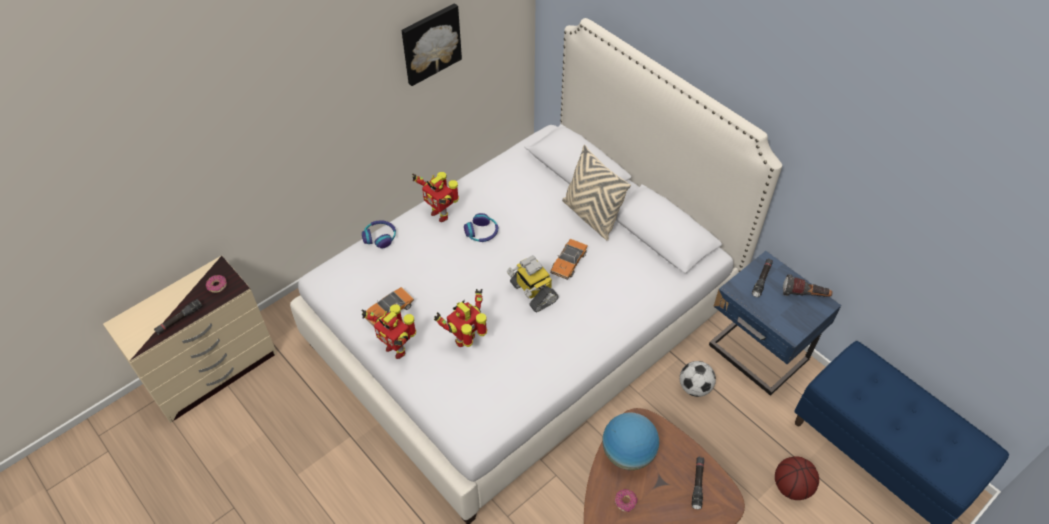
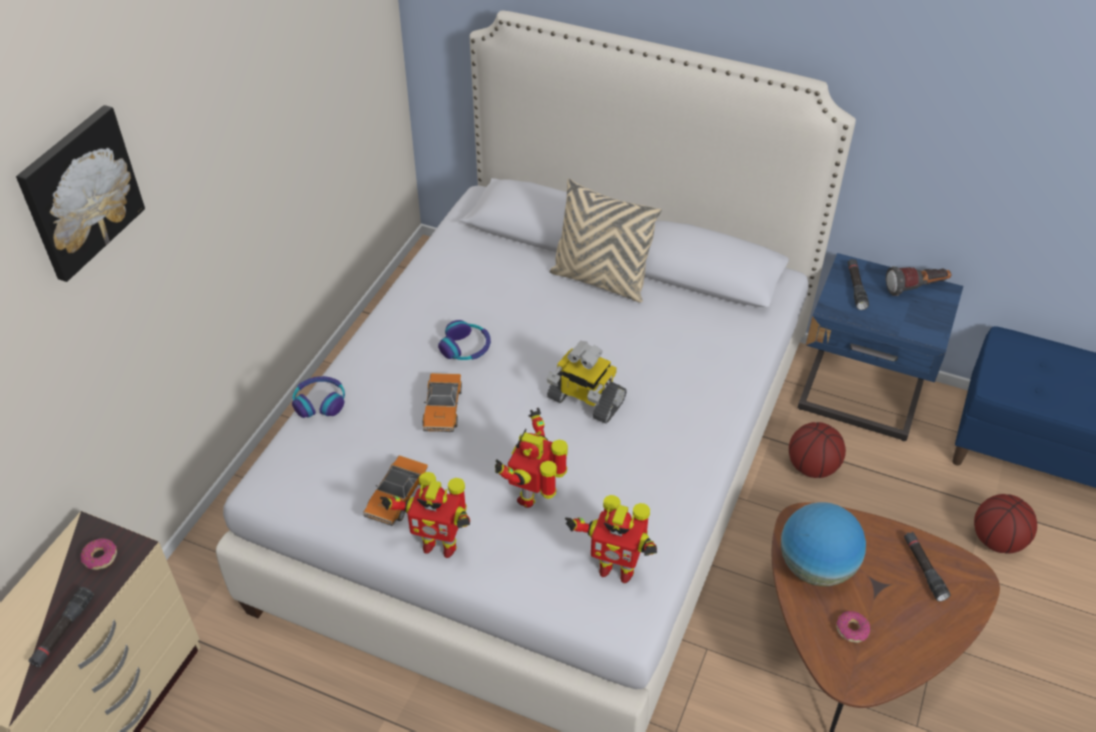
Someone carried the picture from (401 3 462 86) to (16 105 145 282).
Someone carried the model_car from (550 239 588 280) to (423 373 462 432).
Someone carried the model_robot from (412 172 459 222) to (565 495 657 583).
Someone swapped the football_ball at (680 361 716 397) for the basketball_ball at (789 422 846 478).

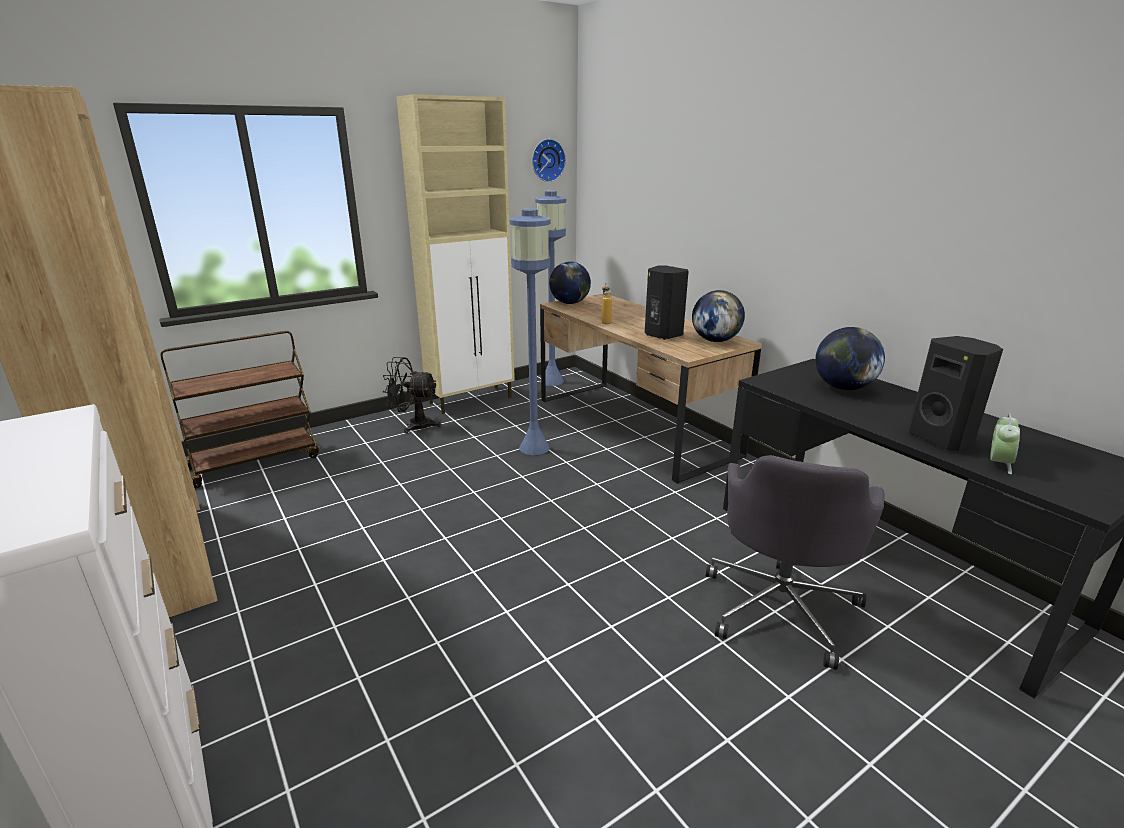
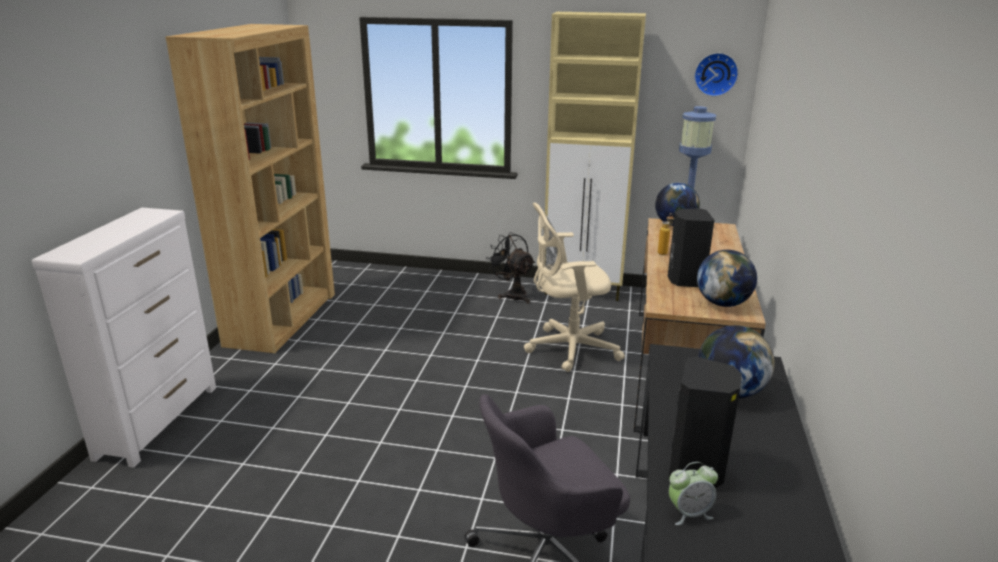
Someone swapped the bluish_floor_lamp at (510 209 550 455) for the sand-coloured_computer_chair at (524 203 625 372).
Someone took away the brown-coloured_cart at (161 331 319 488).

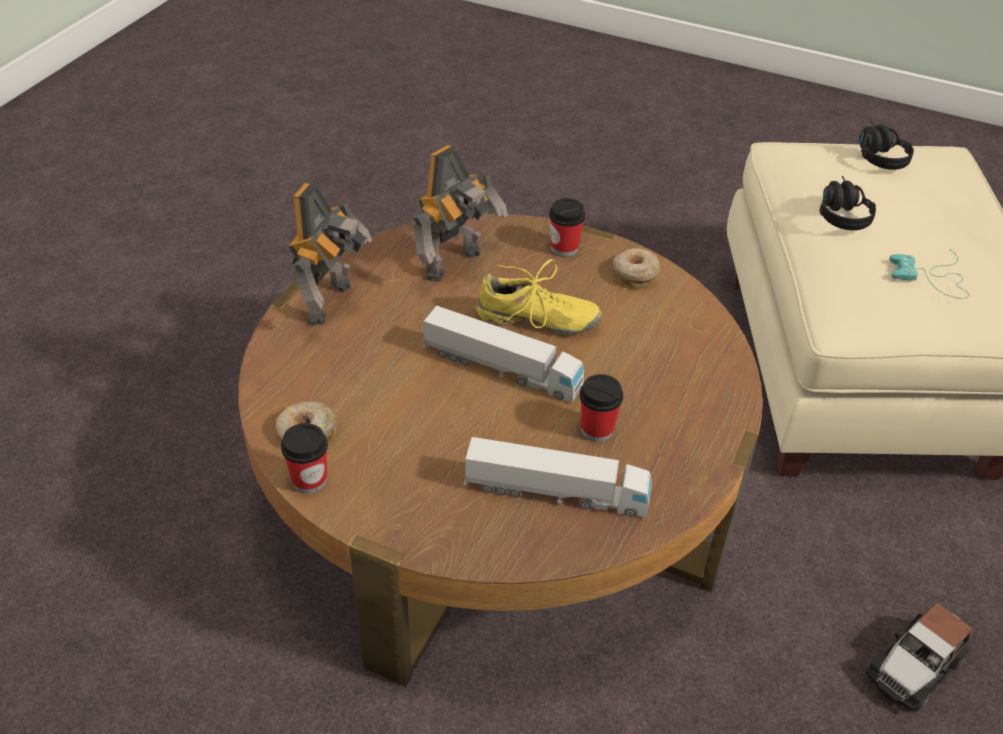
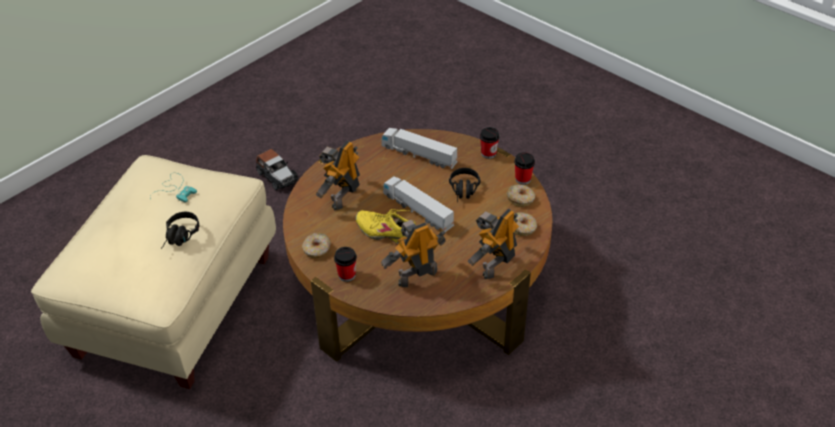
Someone rotated the model_car at (866 603 972 711) by 75 degrees clockwise.
Someone put down the model_robot at (316 141 360 210).
Someone carried the black_headset from (859 121 914 170) to (449 168 480 203).
Someone carried the drinking_cup from (580 374 623 442) to (480 127 500 159).
Someone put down the donut at (514 212 537 236).

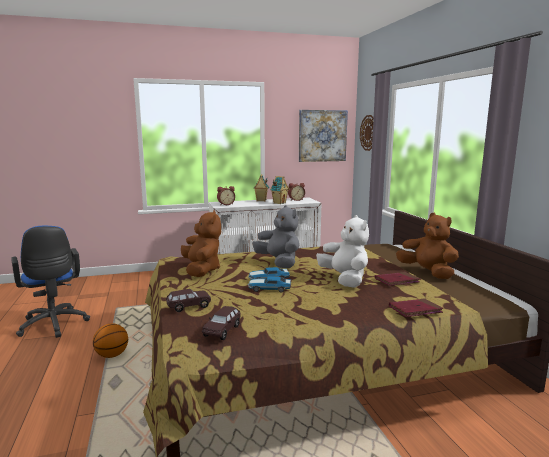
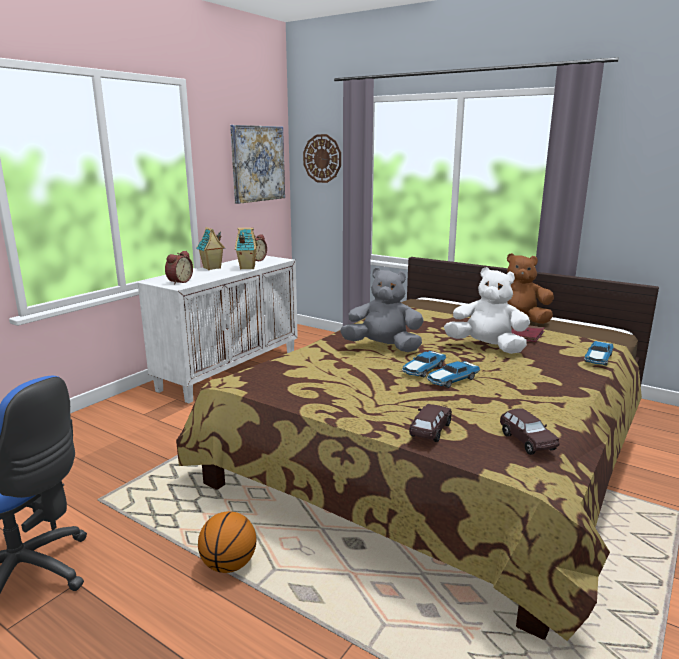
Someone swapped the red_book at (389 298 443 317) for the model_car at (584 341 614 366).
Someone took away the brown-coloured_cuddly_toy at (181 210 221 277).

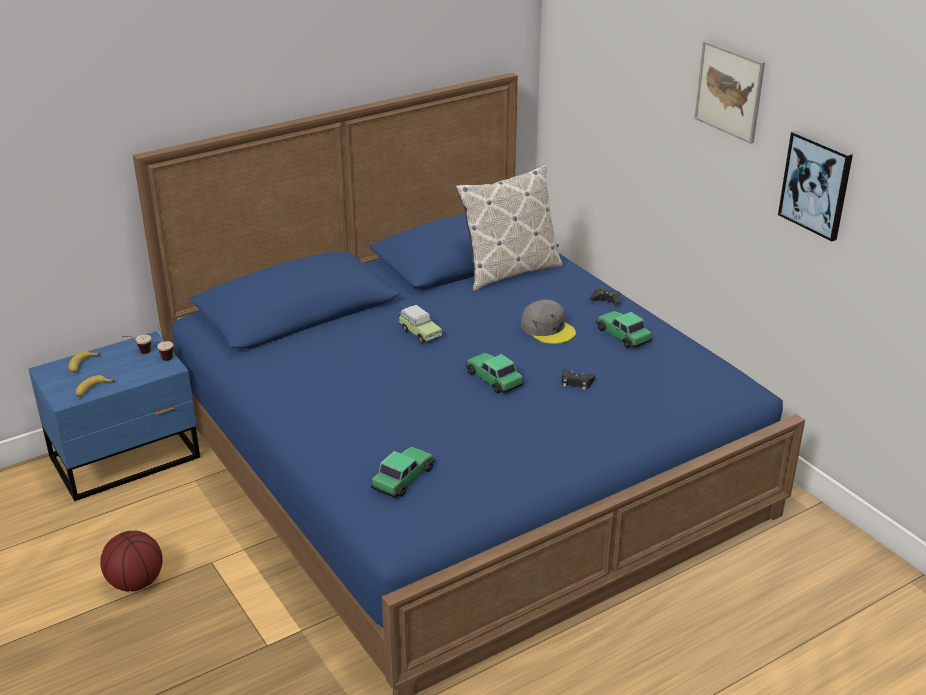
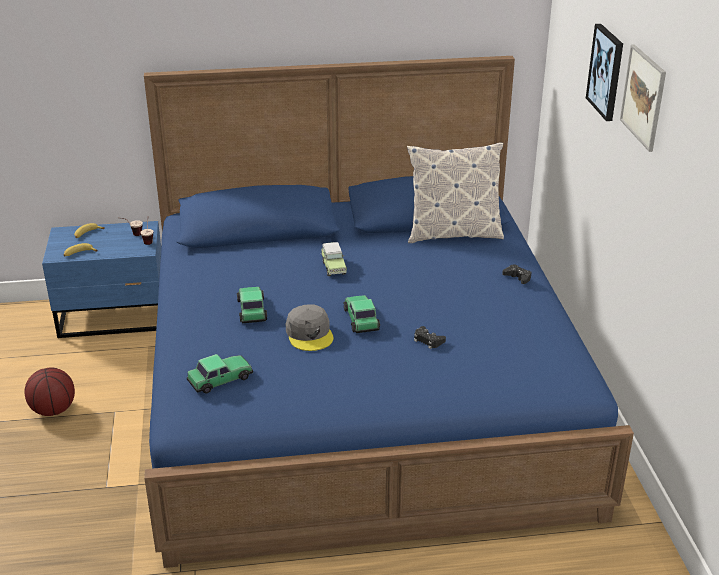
Someone carried the model_car from (596 311 652 348) to (237 287 267 323).
Someone carried the grey_baseball_cap from (521 299 576 344) to (286 304 334 351).
Someone carried the picture from (778 131 853 242) to (586 24 623 121).

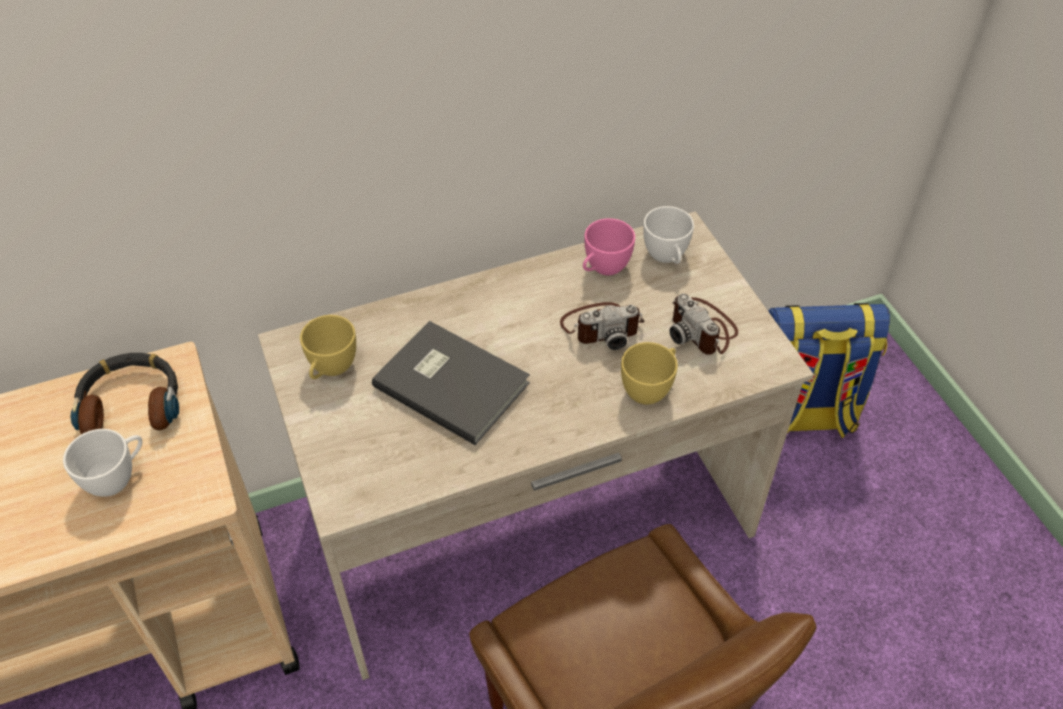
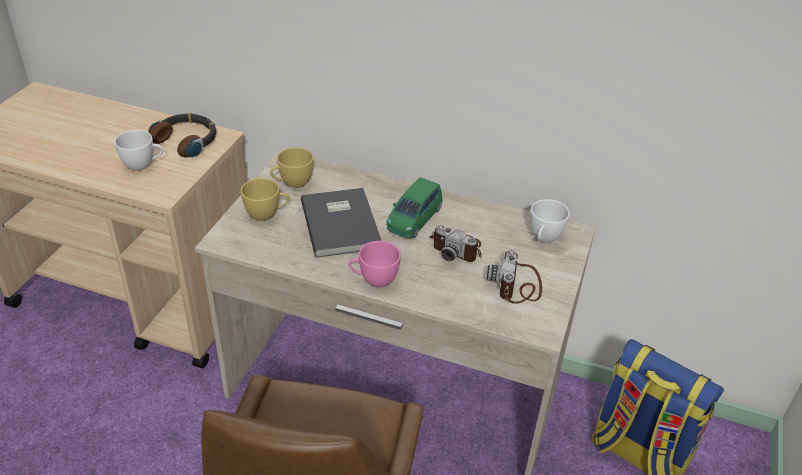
Someone carried the yellow-coloured_drinking_cup from (621 342 678 405) to (241 178 290 221).
Someone carried the pinkish_drinking_cup from (583 218 635 275) to (348 241 401 288).
Someone put down the greenish_model_car at (387 177 443 238).

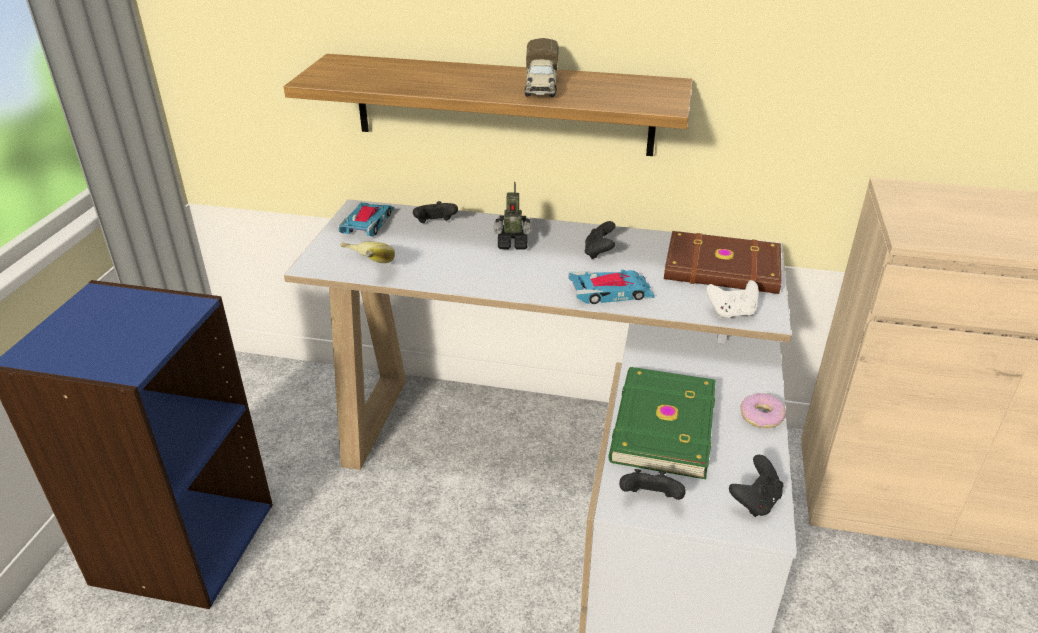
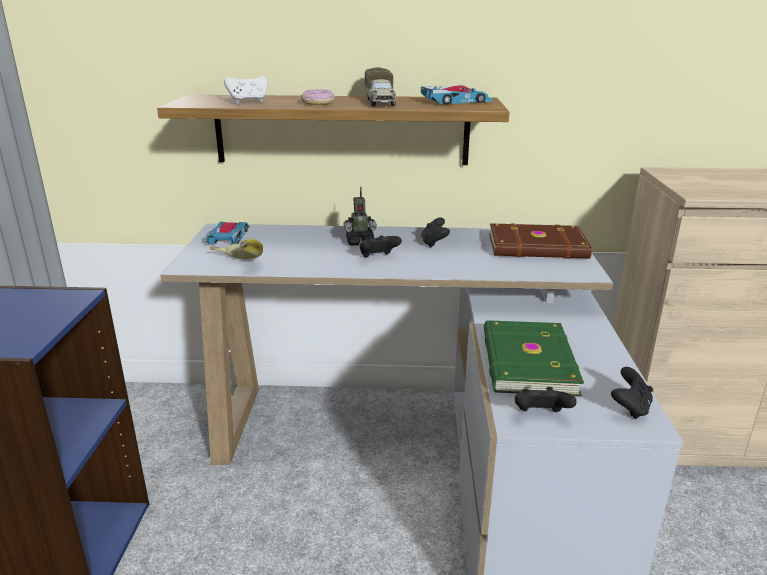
Someone carried the whitish_game_controller from (706 280 759 319) to (224 76 267 104).
Someone carried the donut from (740 393 786 428) to (301 89 335 105).
Someone carried the black_game_controller from (413 201 458 223) to (360 235 402 258).
Someone carried the model_car from (568 269 655 304) to (421 85 493 104).

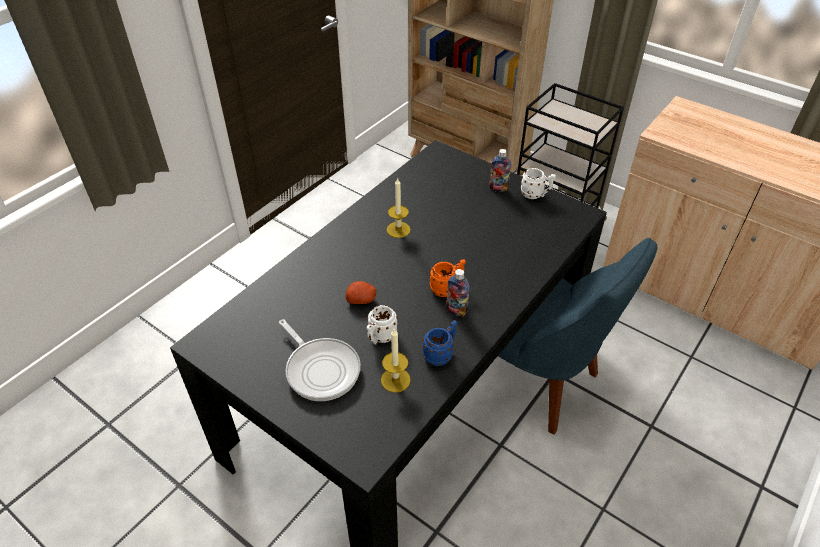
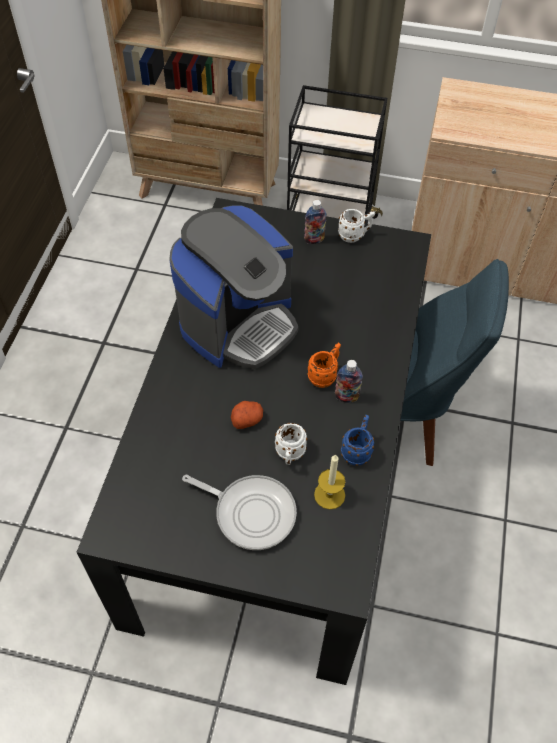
Someone swapped the wax_candle at (387 178 411 238) for the coffee_maker at (169 205 298 369).

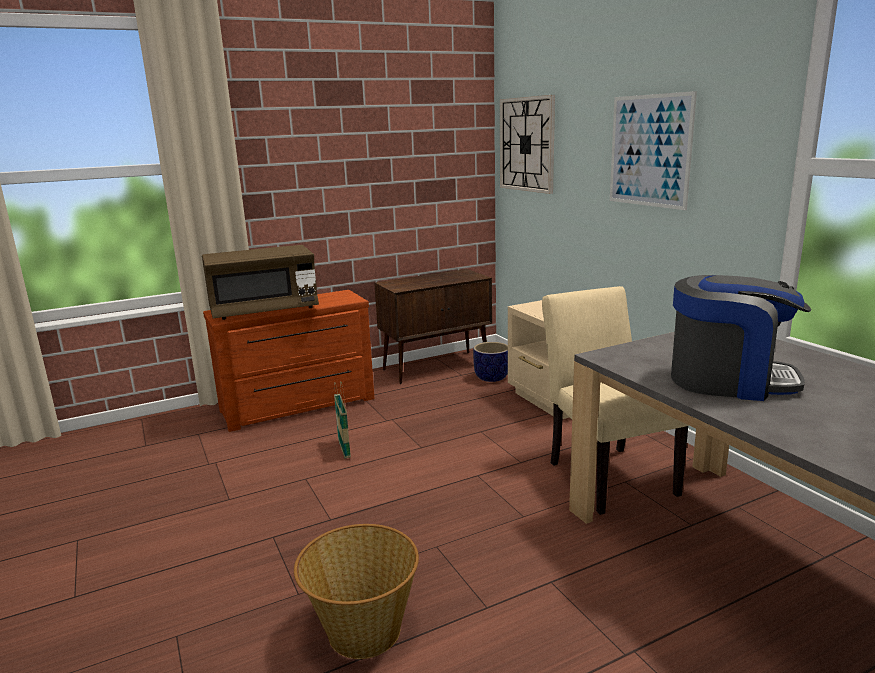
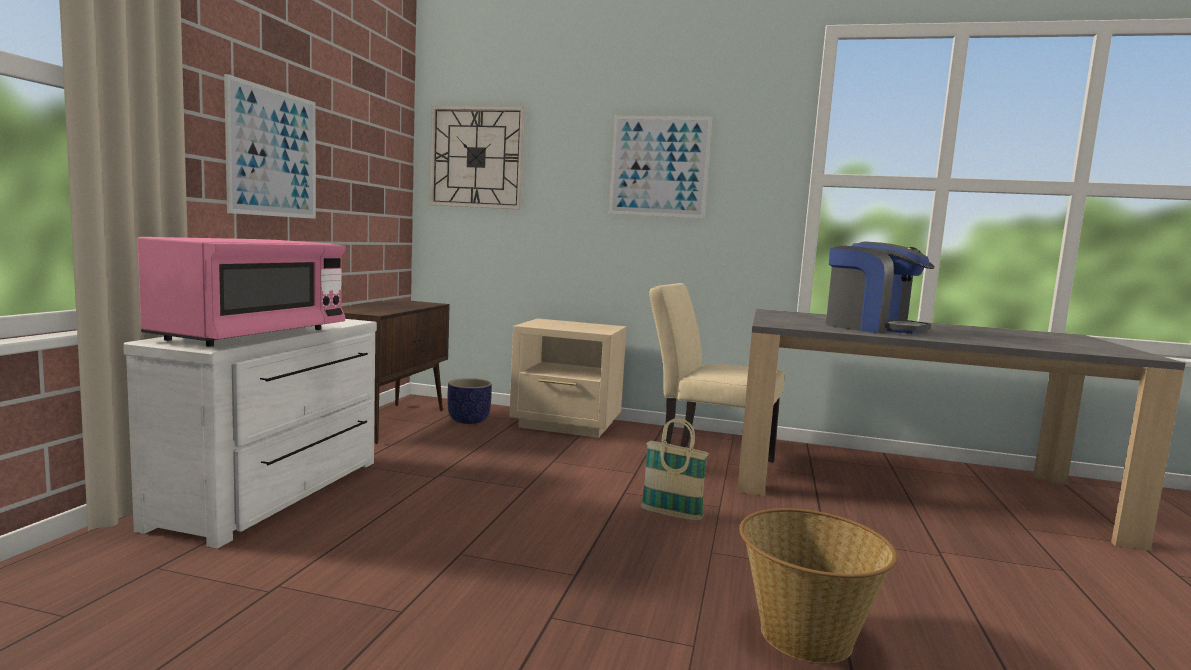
Someone repainted the brown-coloured_dresser at (203 290 375 432), which became the whitish_dresser at (123 319 377 548).
Someone repainted the brown-coloured_kitchen_microwave at (202 245 319 320), which became the pinkish_kitchen_microwave at (137 237 345 347).
Someone put up the picture at (224 74 316 219).
Someone carried the household_basket from (334 382 351 458) to (641 418 709 521).
Someone rotated the coffee_maker at (671 275 811 401) by 75 degrees clockwise.

